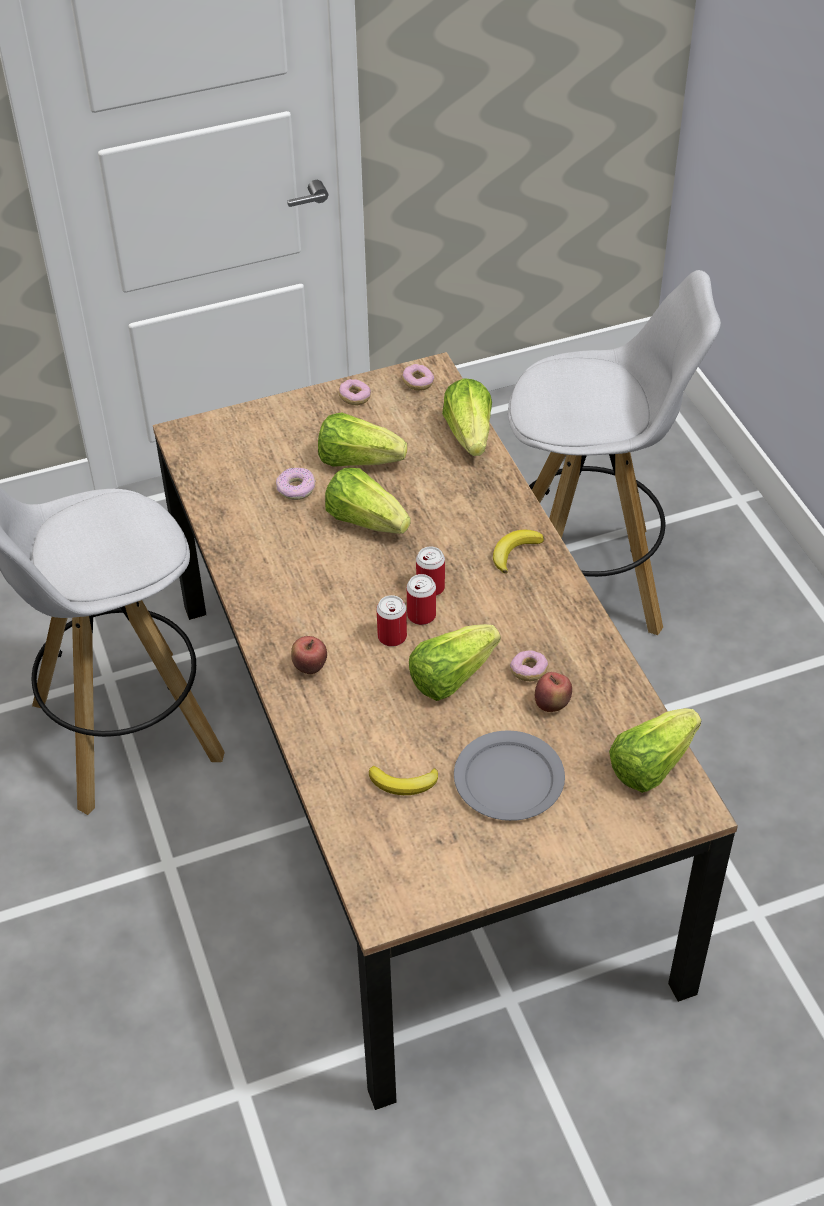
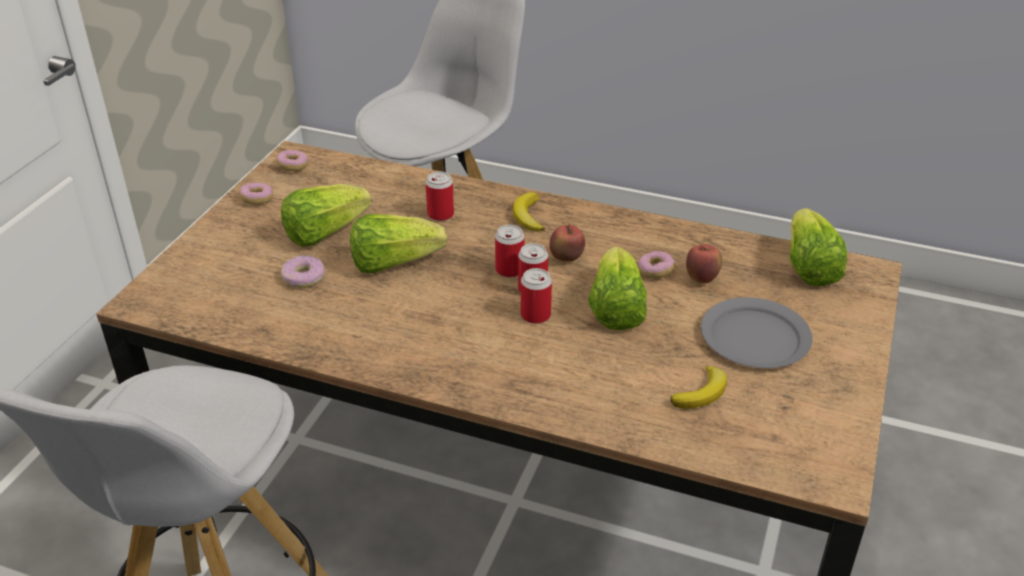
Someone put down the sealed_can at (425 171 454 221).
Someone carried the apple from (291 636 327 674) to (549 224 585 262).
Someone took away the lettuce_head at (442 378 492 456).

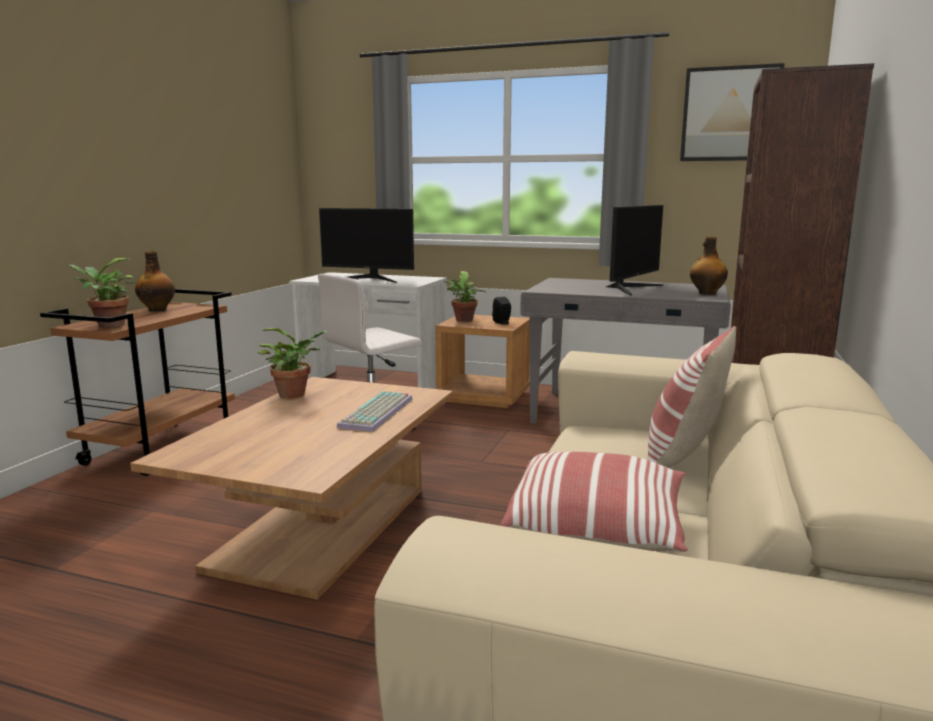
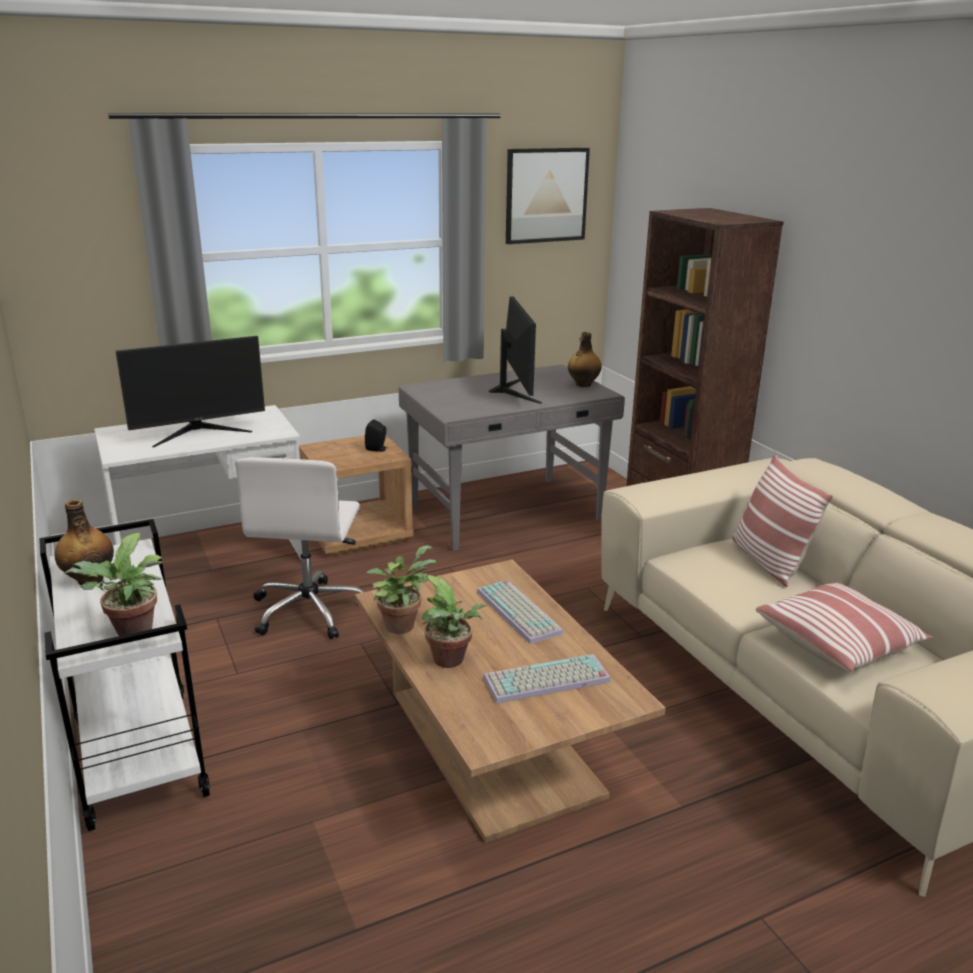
Someone repainted the brown-coloured_cart at (40 289 235 476), which became the whitish_cart at (39 519 210 831).
Someone carried the potted_plant from (444 271 486 322) to (422 575 486 668).
Someone put down the PC_keyboard at (483 654 611 704).

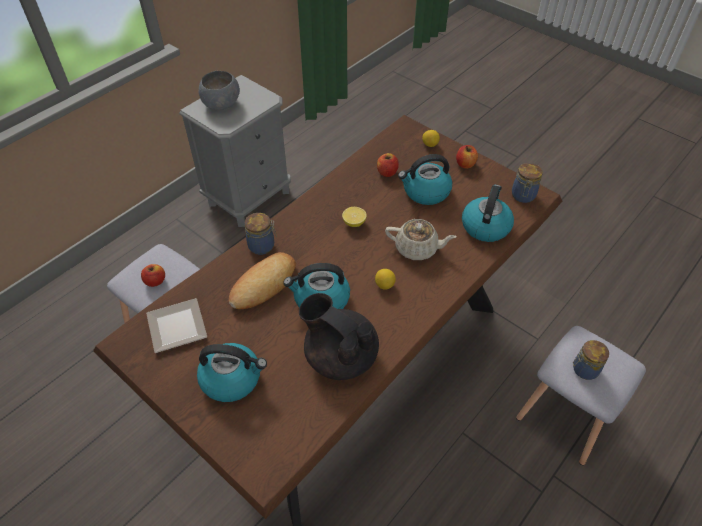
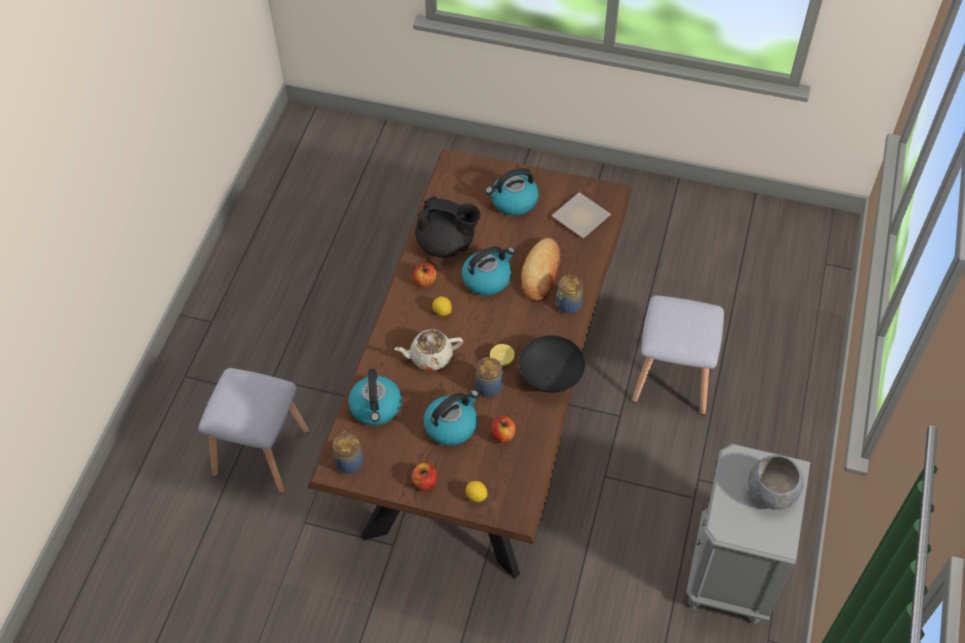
Someone carried the apple from (141 264 165 287) to (413 263 437 287).
Someone carried the preserve_jar from (573 340 609 380) to (475 357 504 397).
Someone put down the black_deep_dish at (519 336 585 393).

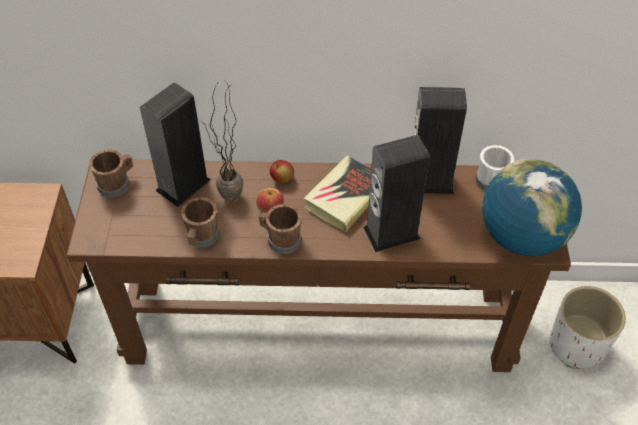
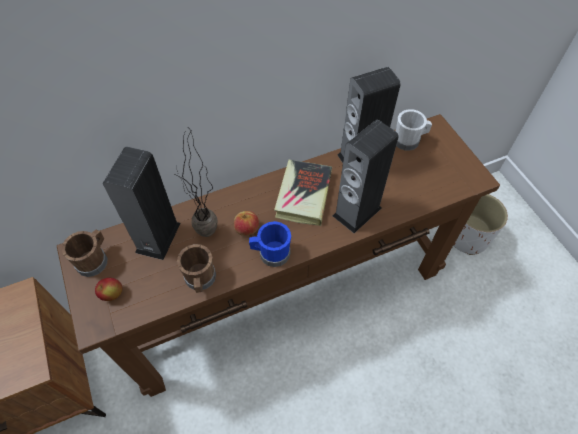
Someone carried the apple from (270 160 294 183) to (95 278 122 301).
Someone repainted the brown-coloured_coffee_mug at (259 204 302 254), which became the bluish_coffee_mug at (249 221 291 267).
Someone took away the globe at (482 159 582 256).

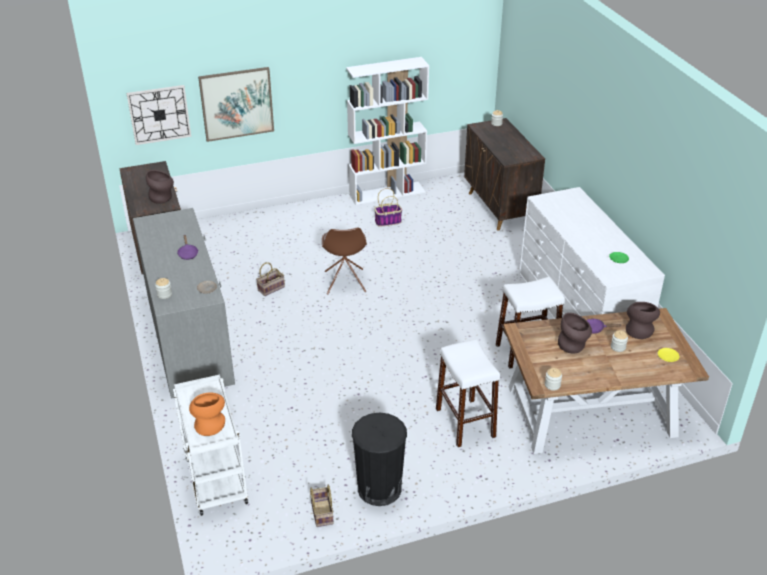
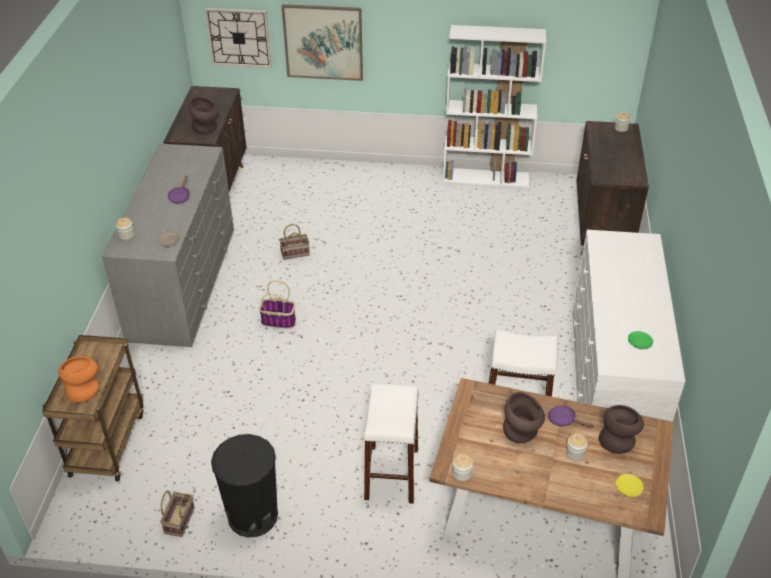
Someone repainted the whitish_cart at (173 375 248 516), which became the brown-coloured_cart at (42 335 144 482).
Someone carried the household_basket from (374 188 402 227) to (259 280 296 329).
Someone took away the brown-coloured_plain_chair at (322 228 367 294).

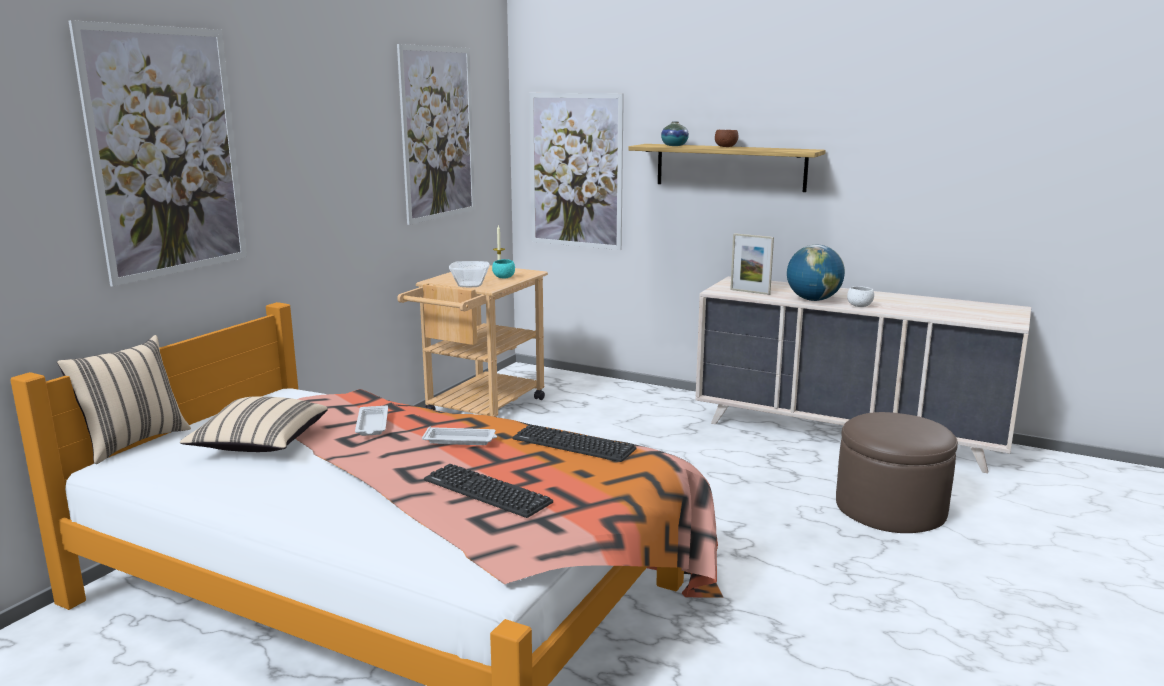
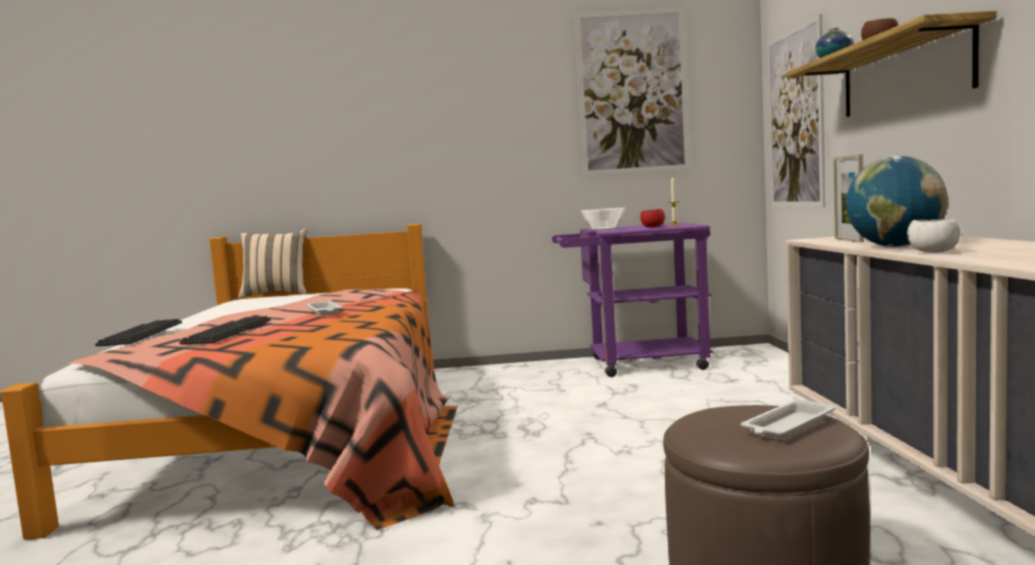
Someone carried the PC_keyboard from (512 424 637 462) to (95 319 182 346).
Someone repainted the sand-coloured_cart at (397 265 548 417), which became the purplish_cart at (552 222 713 377).
Someone repainted the blue-green_deep_dish at (492 259 515 279), which became the red_deep_dish at (640 209 665 228).
Someone carried the whitish_tray from (355 406 388 436) to (741 399 835 440).
Someone took away the picture at (68 20 247 286).
Someone took away the sand-coloured_pillow at (180 396 328 452).

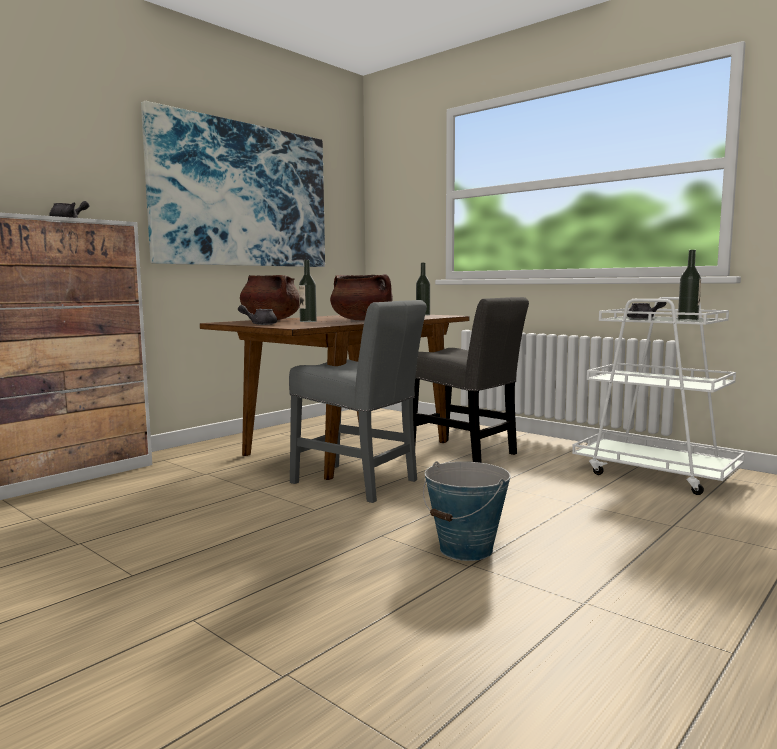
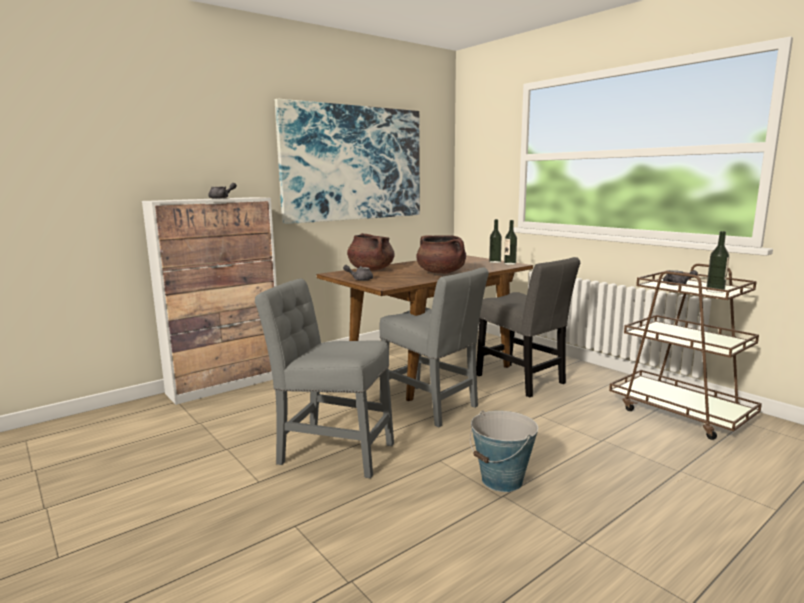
Someone put down the grey_plain_chair at (255 278 394 478).
Someone carried the beverage_bottle from (299 260 317 322) to (504 220 517 265).
Someone repainted the whitish_cart at (572 297 745 495), which became the brown-coloured_cart at (609 264 762 440).

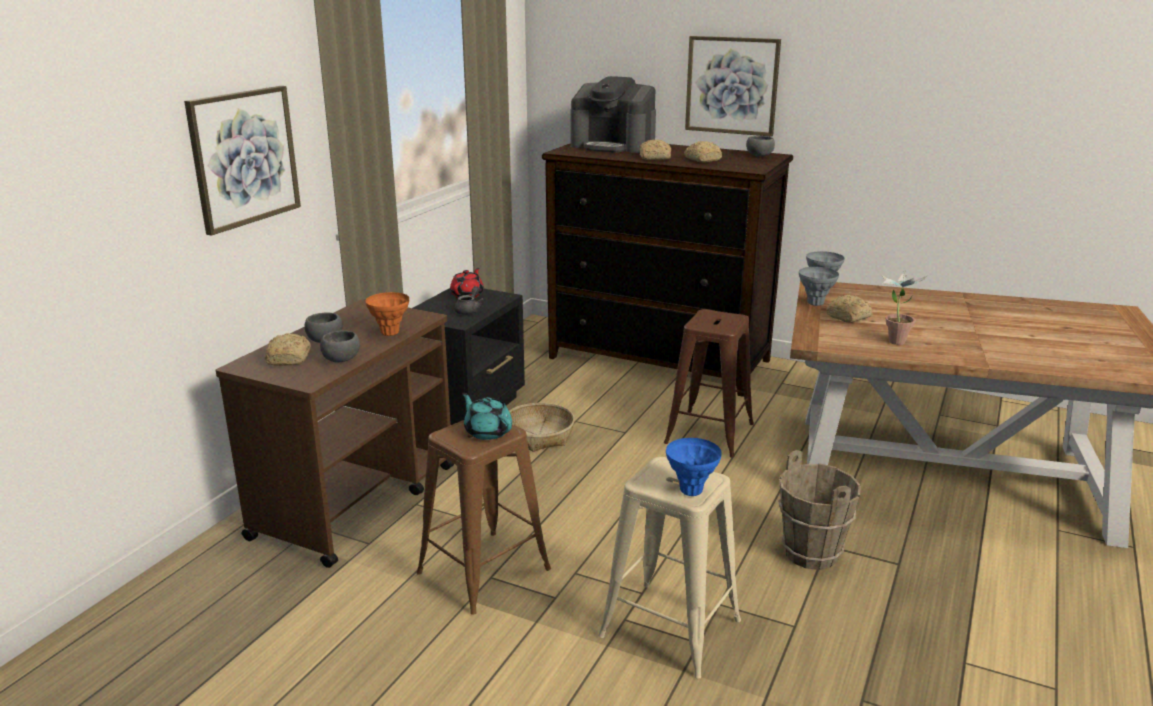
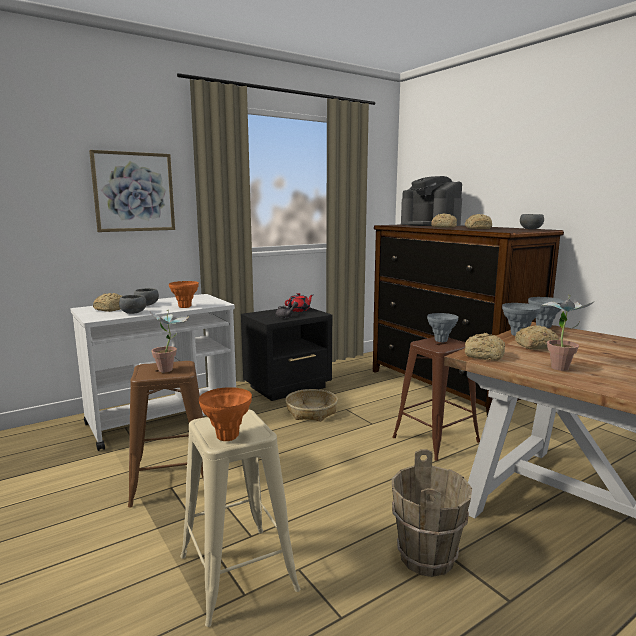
Someone repainted the brown-coloured_cart at (216 299 454 568), which became the whitish_cart at (71 294 236 451).
Someone swapped the blue-green_pot_for_tea at (462 393 512 440) for the potted_plant at (149 311 189 372).
Someone repainted the bluish_decorative_vase at (666 438 722 496), which became the orange_decorative_vase at (199 387 252 441).
Someone put down the grey_decorative_vase at (427 313 458 342).
Someone put down the bakery_bread at (465 333 505 361).
Someone took away the picture at (685 36 781 137).

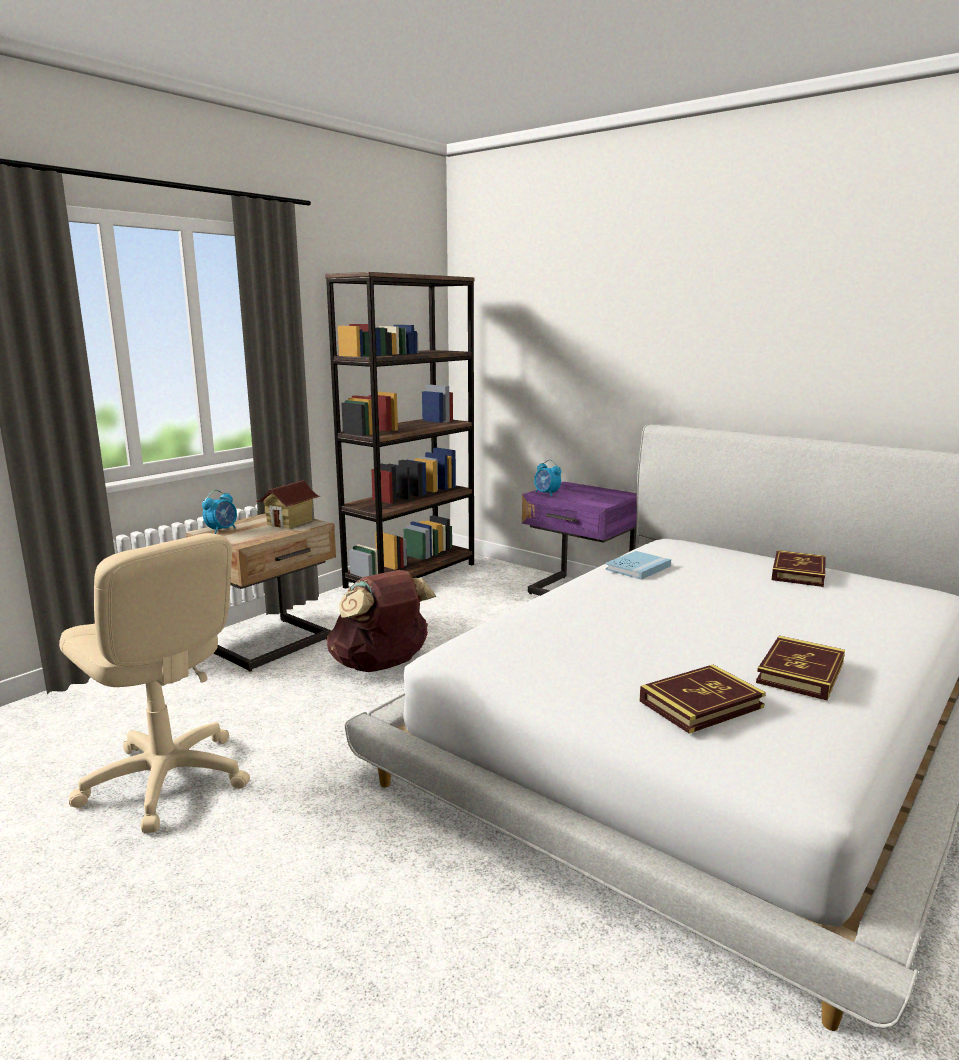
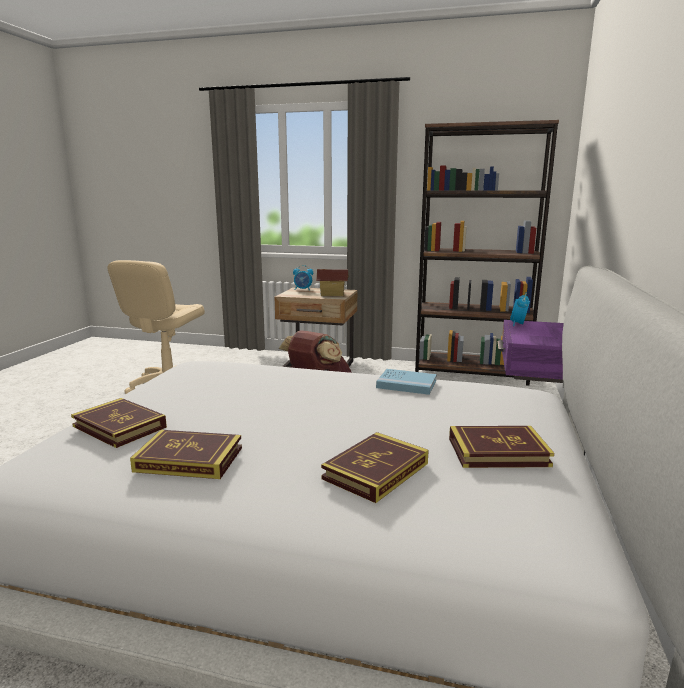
Someone put down the book at (321 432 429 503).

